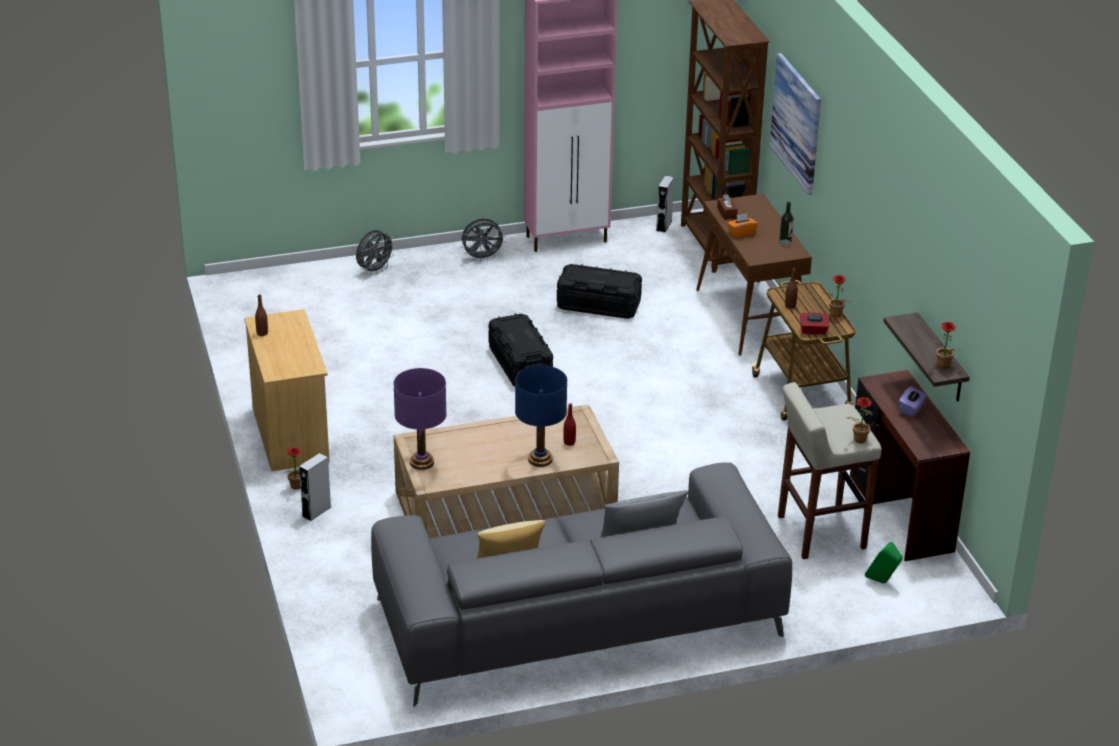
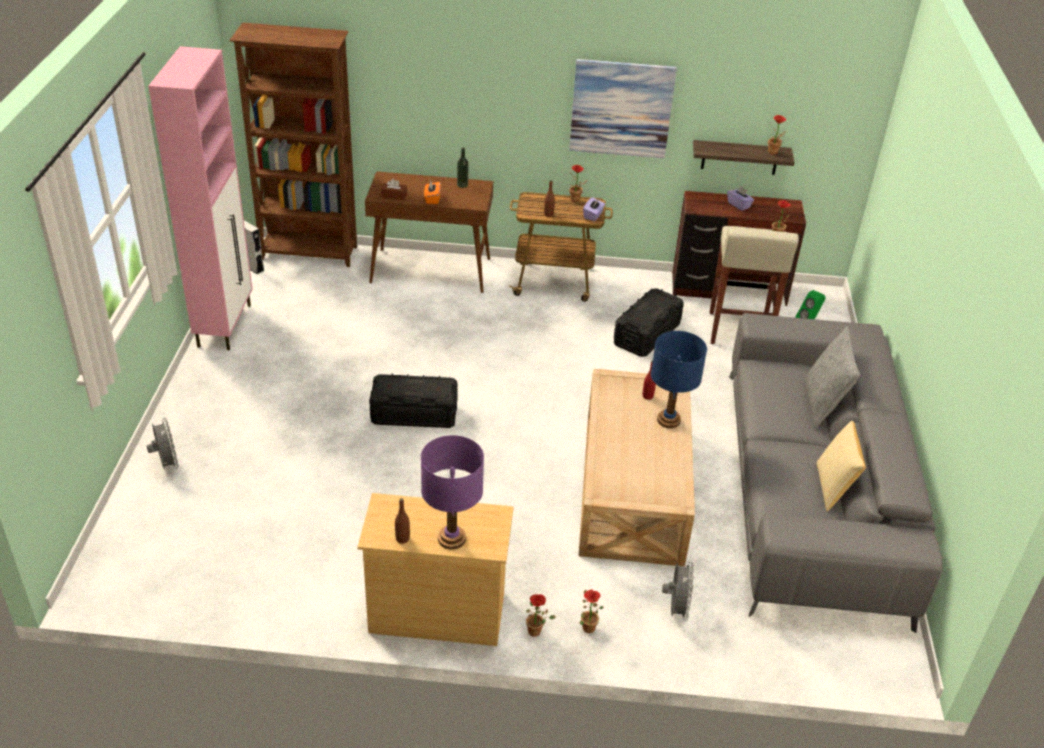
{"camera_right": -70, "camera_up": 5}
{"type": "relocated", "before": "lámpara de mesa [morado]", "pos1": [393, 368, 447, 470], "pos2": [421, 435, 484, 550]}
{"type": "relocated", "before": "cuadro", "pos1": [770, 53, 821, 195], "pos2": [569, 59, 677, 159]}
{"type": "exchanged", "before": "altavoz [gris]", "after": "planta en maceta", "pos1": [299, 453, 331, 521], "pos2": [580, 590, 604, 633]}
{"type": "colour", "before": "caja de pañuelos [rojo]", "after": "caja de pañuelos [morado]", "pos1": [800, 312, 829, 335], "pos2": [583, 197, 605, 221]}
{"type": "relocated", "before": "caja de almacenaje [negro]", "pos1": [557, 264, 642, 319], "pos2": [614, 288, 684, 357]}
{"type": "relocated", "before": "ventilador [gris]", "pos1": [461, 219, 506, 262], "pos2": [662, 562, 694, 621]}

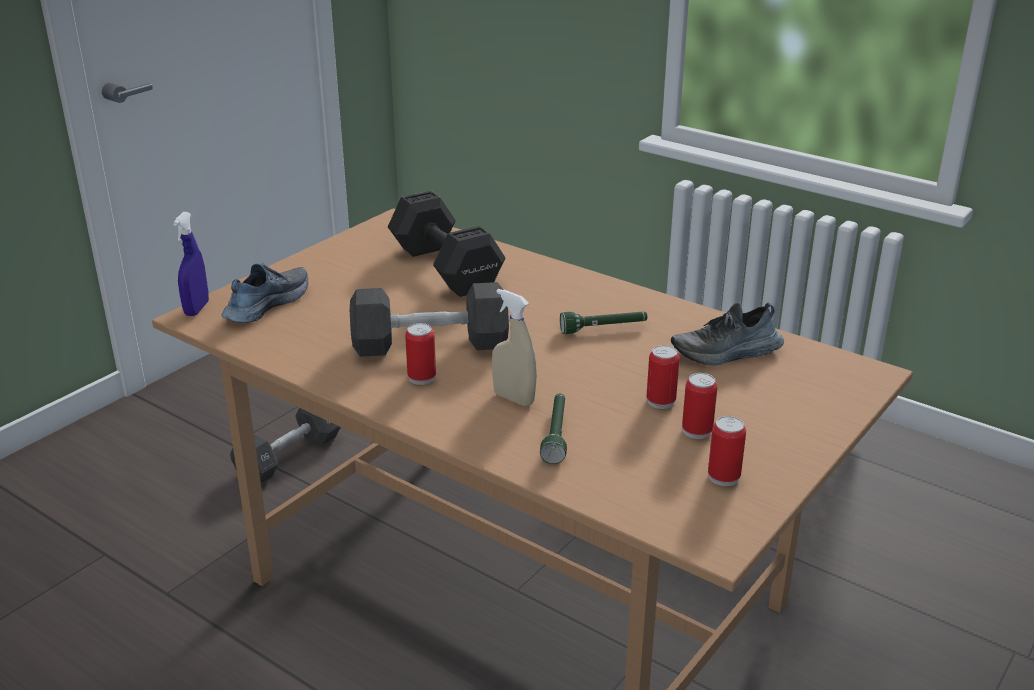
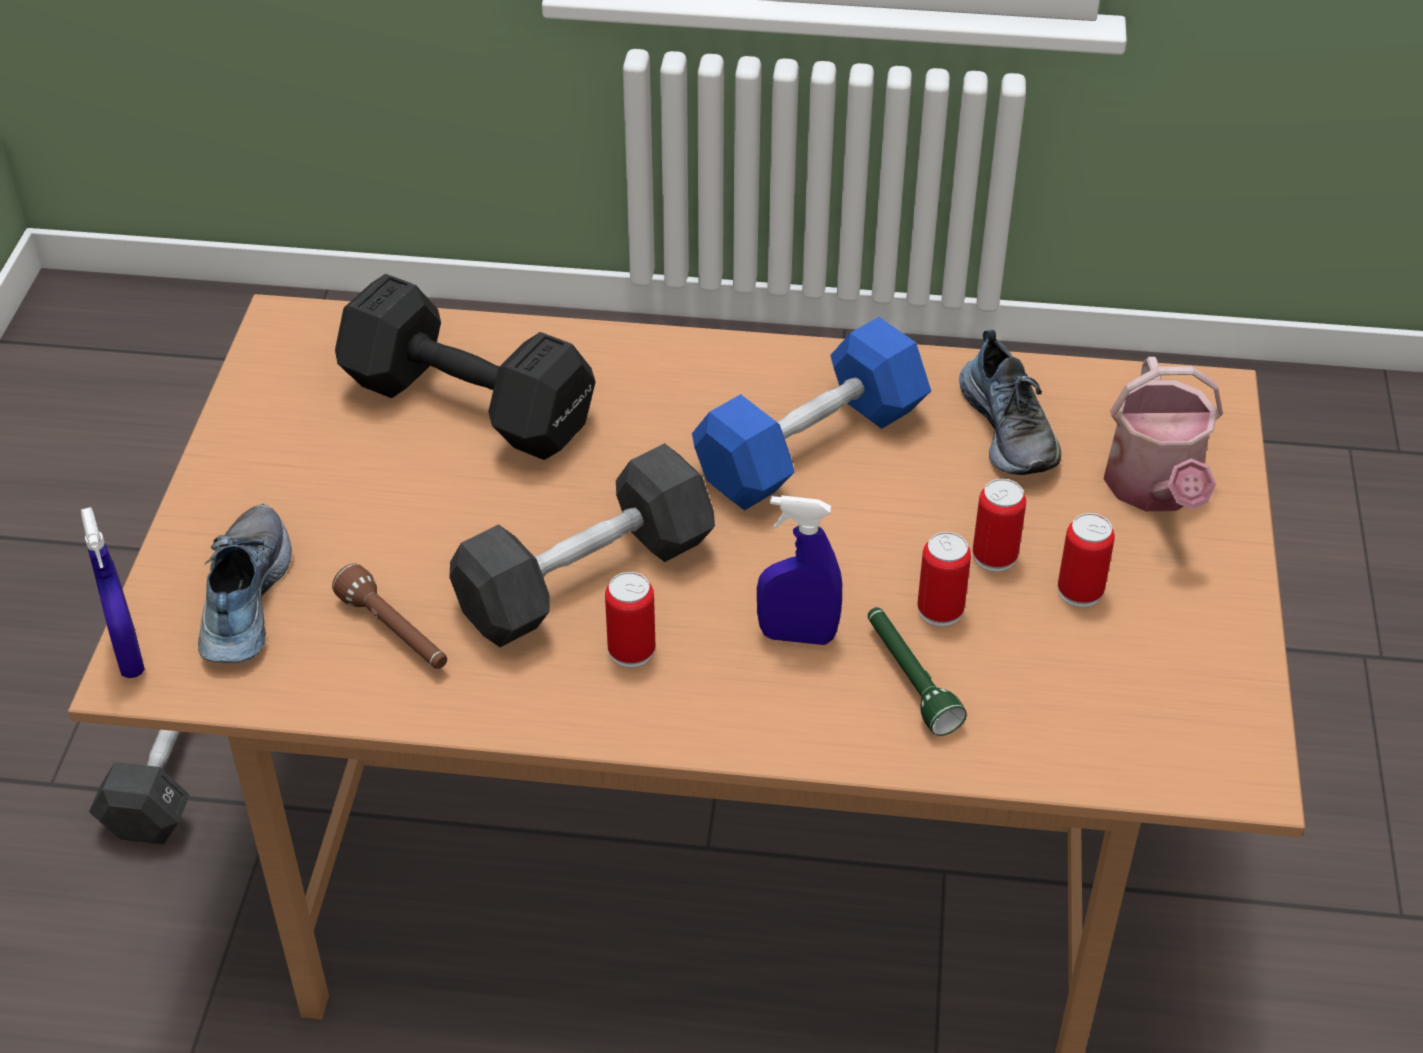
{"camera_right": -30, "camera_up": 15}
{"type": "appeared", "after": "linterna [marrón]", "pos2": [332, 563, 447, 669]}
{"type": "exchanged", "before": "linterna [verde]", "after": "mancuerna [azul]", "pos1": [560, 312, 648, 334], "pos2": [692, 317, 931, 510]}
{"type": "colour", "before": "pulverizador [beis]", "after": "pulverizador [azul]", "pos1": [492, 289, 537, 406], "pos2": [757, 495, 842, 645]}
{"type": "relocated", "before": "lata", "pos1": [708, 416, 746, 486], "pos2": [918, 532, 971, 627]}
{"type": "spun", "before": "zapato", "pos1": [671, 303, 784, 365], "pos2": [959, 330, 1062, 475], "turn": -60}
{"type": "appeared", "after": "regadera", "pos2": [1104, 357, 1223, 511]}

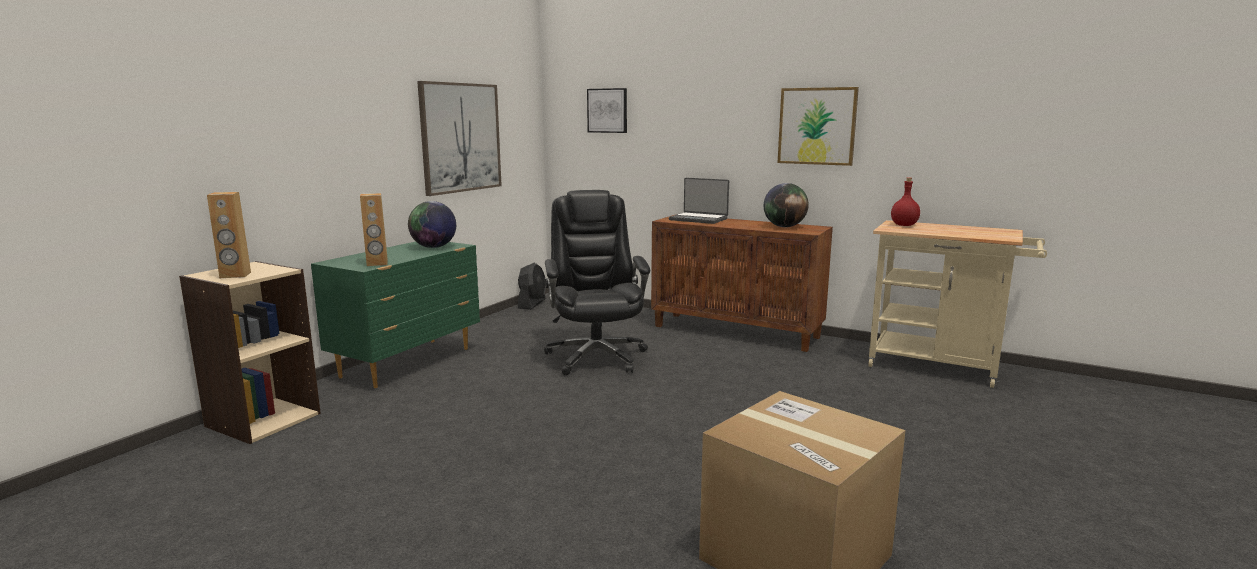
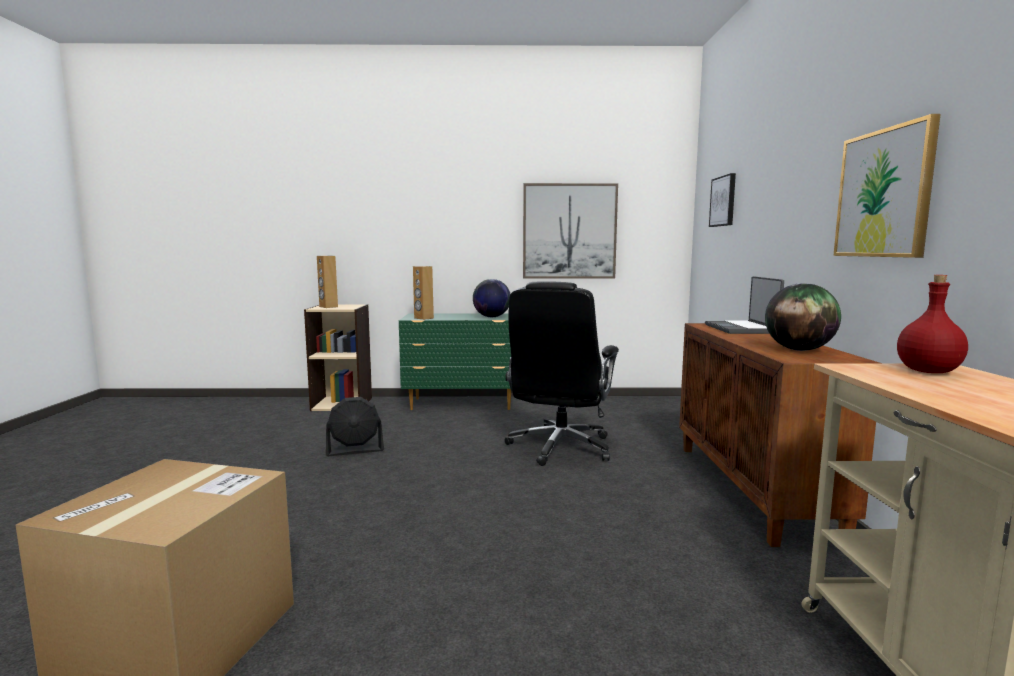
{"camera_right": 60, "camera_up": -5}
{"type": "relocated", "before": "ventilador [negro]", "pos1": [518, 263, 546, 309], "pos2": [326, 397, 384, 456]}
{"type": "spun", "before": "silla de oficina [negro]", "pos1": [544, 190, 650, 375], "pos2": [505, 281, 619, 466], "turn": 150}

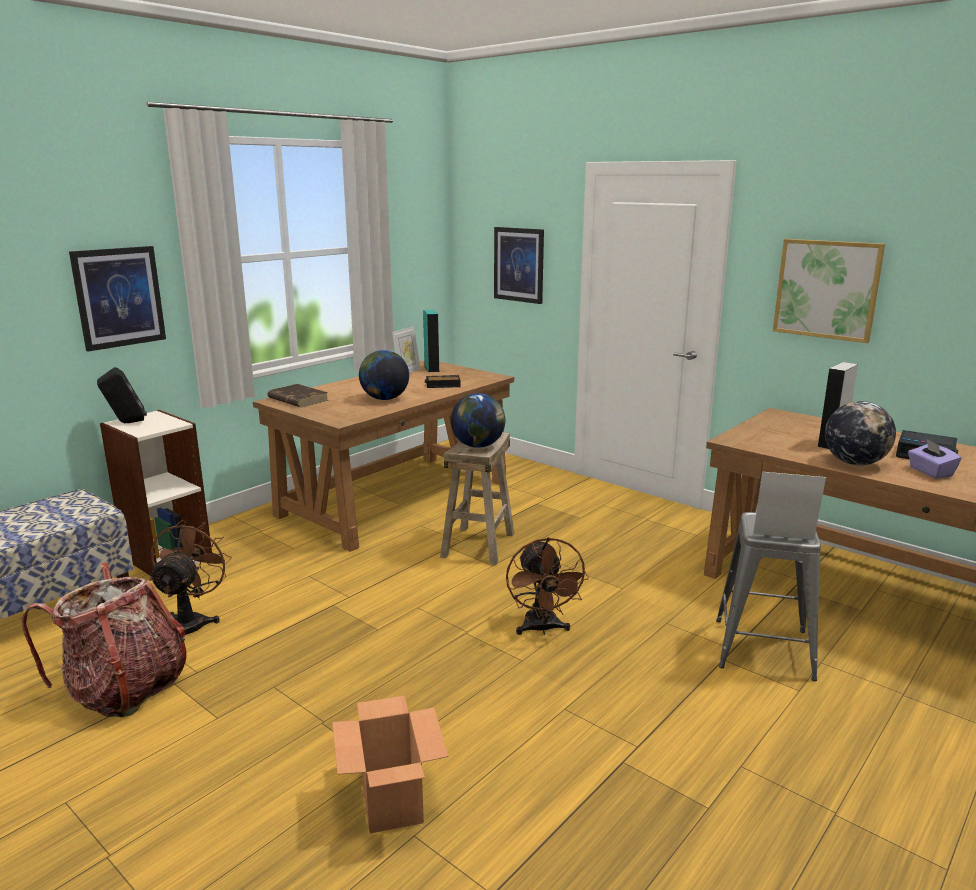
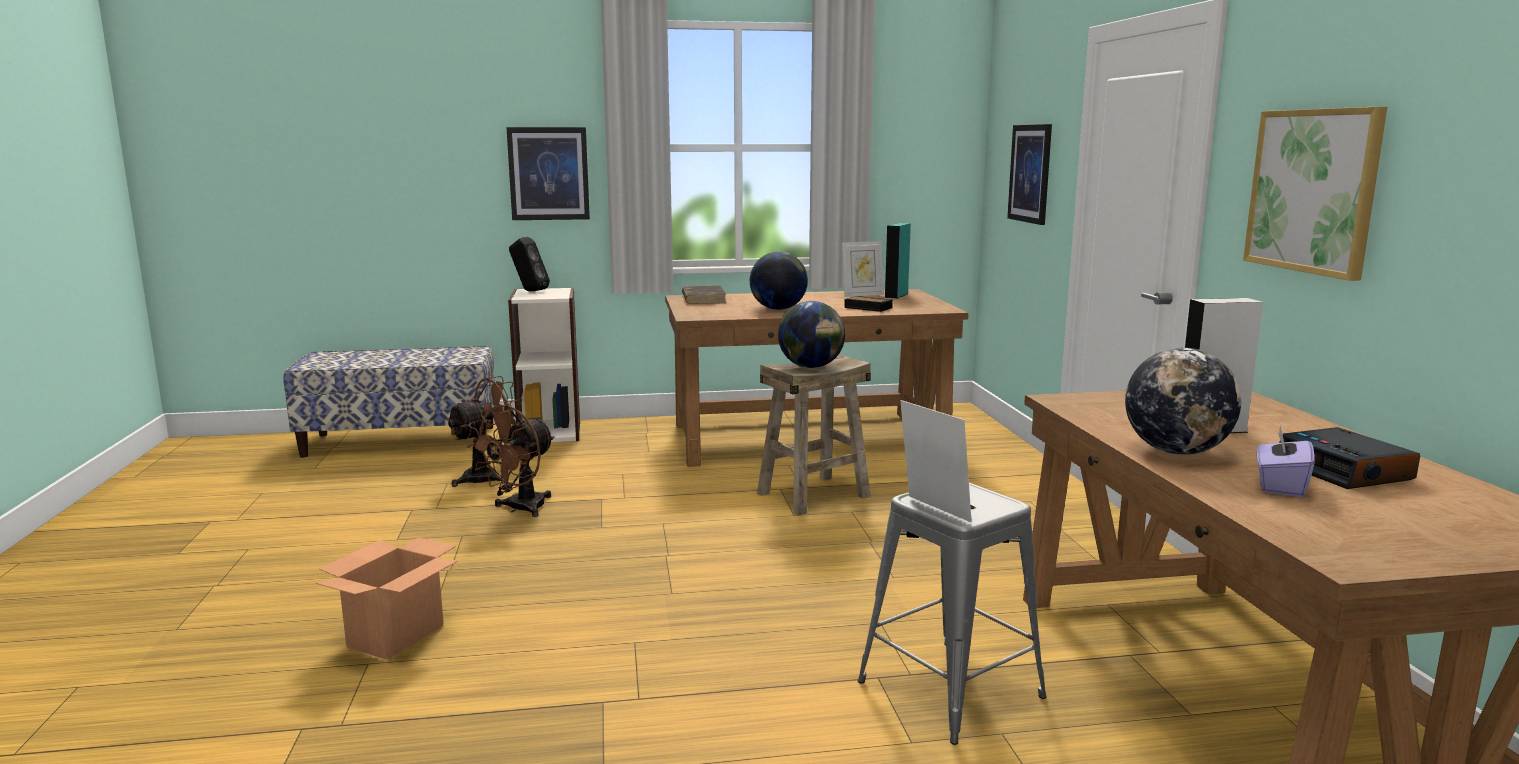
{"camera_right": 40, "camera_up": -5}
{"type": "relocated", "before": "ventilador [marrón]", "pos1": [506, 537, 589, 635], "pos2": [466, 405, 555, 517]}
{"type": "missing", "before": "mochila", "pos1": [22, 563, 187, 717]}

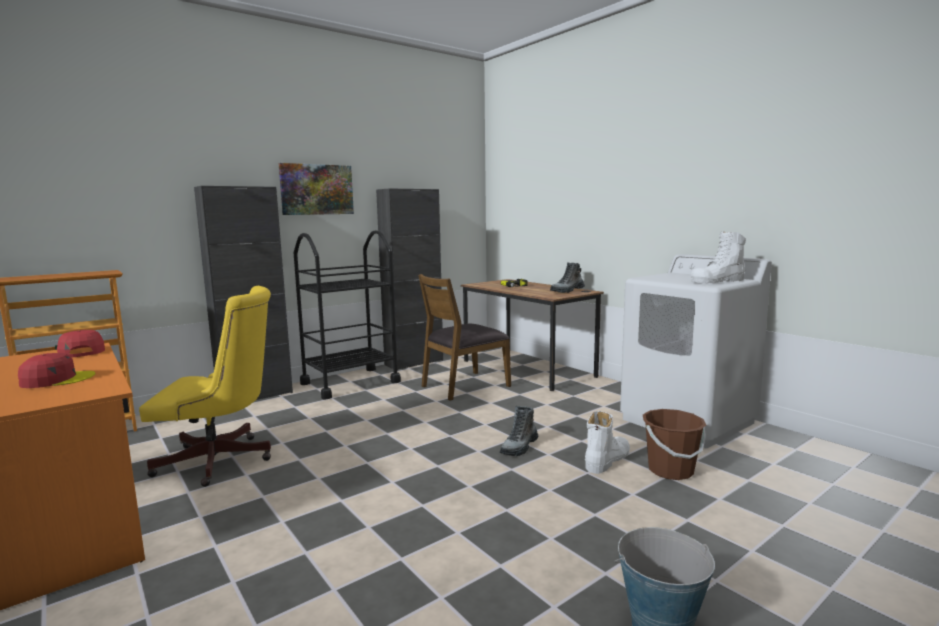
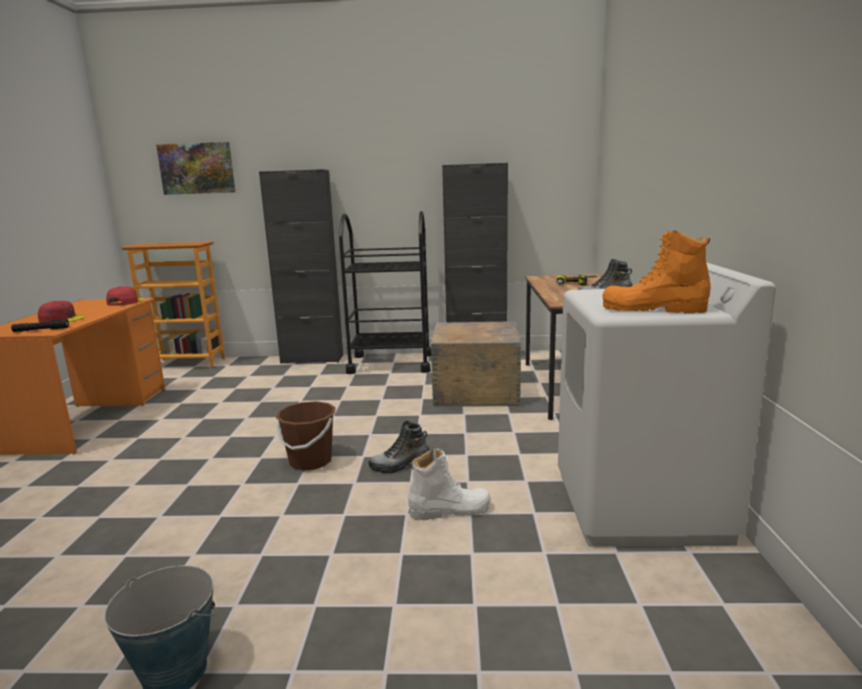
{"camera_right": 40, "camera_up": 5}
{"type": "appeared", "after": "linterna [negro]", "pos2": [11, 319, 69, 332]}
{"type": "relocated", "before": "cuadro", "pos1": [278, 163, 354, 215], "pos2": [156, 142, 235, 195]}
{"type": "relocated", "before": "cubo [marrón]", "pos1": [643, 409, 706, 480], "pos2": [275, 401, 336, 470]}
{"type": "exchanged", "before": "silla [marrón]", "after": "caja de embalaje", "pos1": [418, 274, 511, 401], "pos2": [431, 321, 521, 407]}
{"type": "colour", "before": "bota [blanco]", "after": "bota [naranja]", "pos1": [691, 232, 746, 283], "pos2": [602, 231, 711, 313]}
{"type": "missing", "before": "silla de oficina [amarillo]", "pos1": [139, 286, 271, 487]}

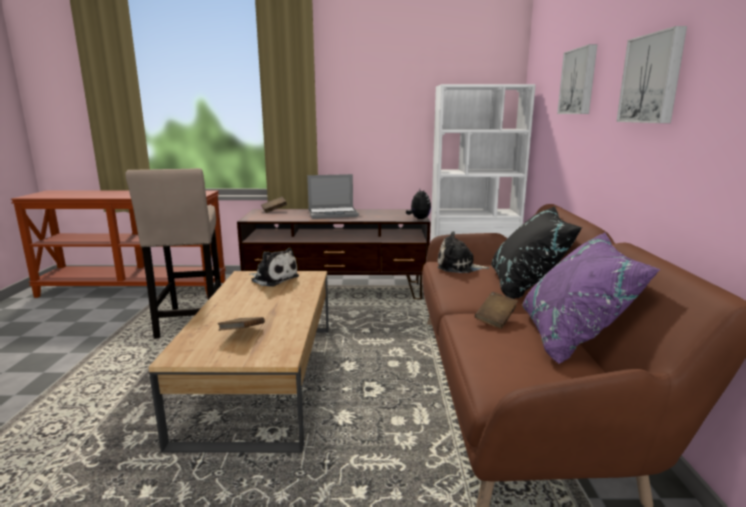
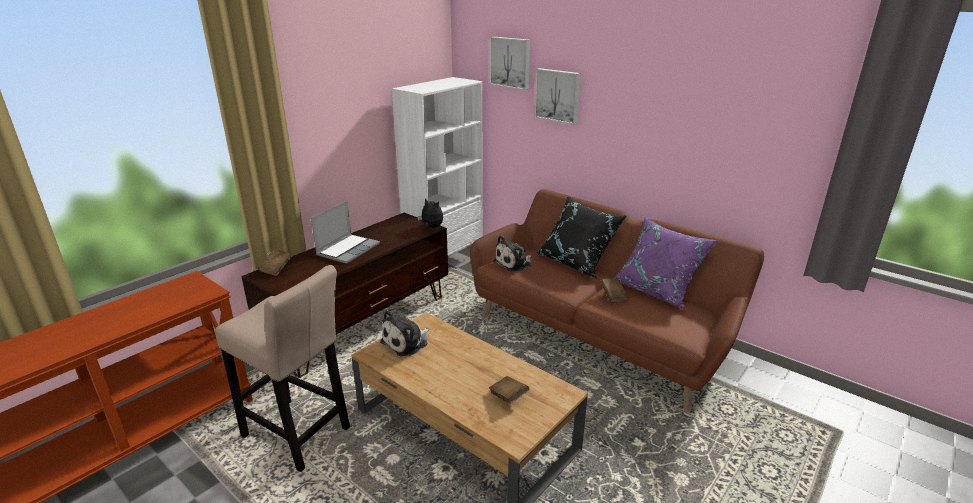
{"camera_right": -50, "camera_up": 10}
{"type": "spun", "before": "peluche", "pos1": [249, 248, 299, 286], "pos2": [380, 310, 429, 356], "turn": 150}
{"type": "relocated", "before": "cuadro", "pos1": [616, 26, 687, 123], "pos2": [489, 36, 530, 90]}

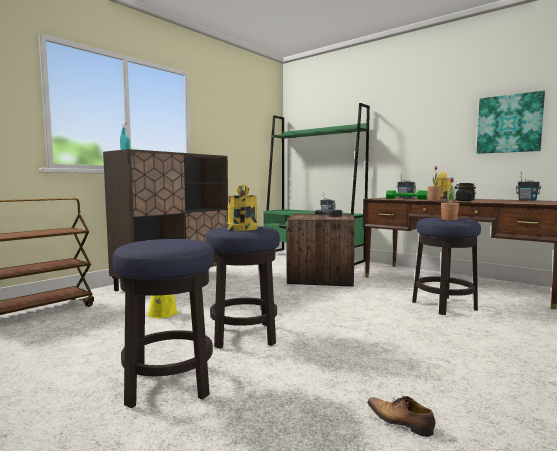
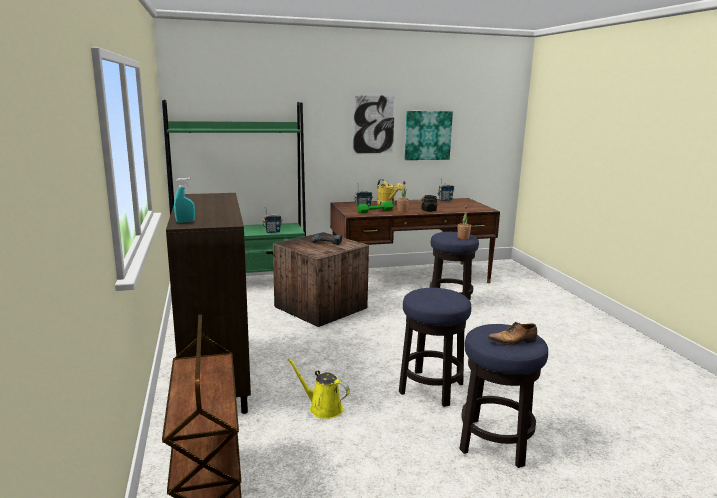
{"camera_right": -55, "camera_up": 10}
{"type": "appeared", "after": "cuadro", "pos2": [352, 93, 396, 155]}
{"type": "relocated", "before": "zapato", "pos1": [367, 396, 435, 437], "pos2": [487, 321, 537, 345]}
{"type": "missing", "before": "regadera [amarillo]", "pos1": [227, 185, 258, 231]}

